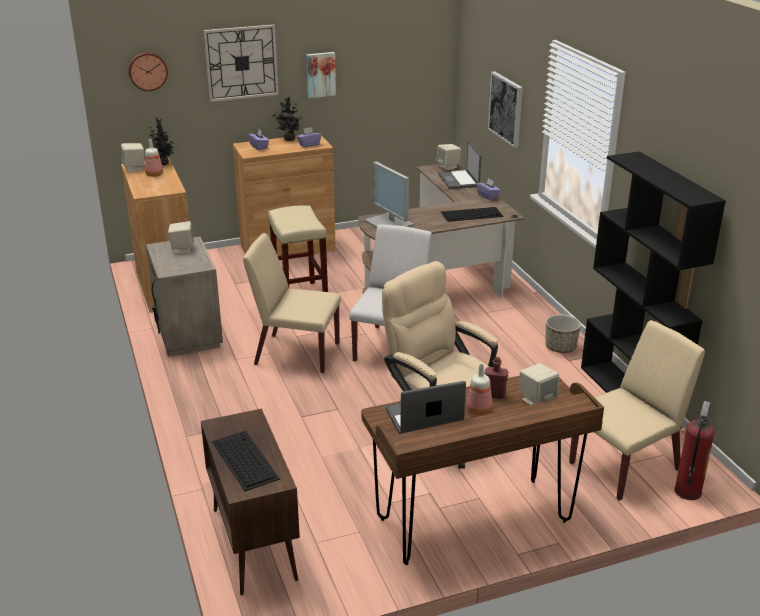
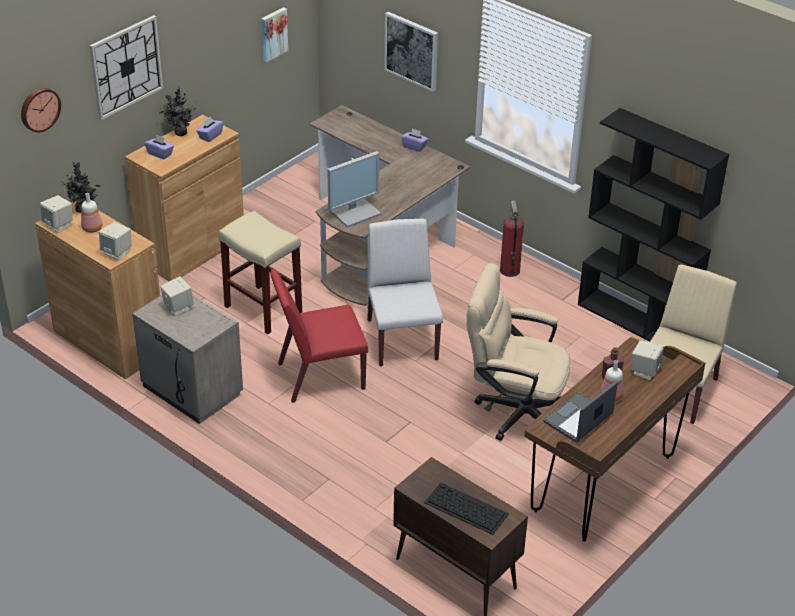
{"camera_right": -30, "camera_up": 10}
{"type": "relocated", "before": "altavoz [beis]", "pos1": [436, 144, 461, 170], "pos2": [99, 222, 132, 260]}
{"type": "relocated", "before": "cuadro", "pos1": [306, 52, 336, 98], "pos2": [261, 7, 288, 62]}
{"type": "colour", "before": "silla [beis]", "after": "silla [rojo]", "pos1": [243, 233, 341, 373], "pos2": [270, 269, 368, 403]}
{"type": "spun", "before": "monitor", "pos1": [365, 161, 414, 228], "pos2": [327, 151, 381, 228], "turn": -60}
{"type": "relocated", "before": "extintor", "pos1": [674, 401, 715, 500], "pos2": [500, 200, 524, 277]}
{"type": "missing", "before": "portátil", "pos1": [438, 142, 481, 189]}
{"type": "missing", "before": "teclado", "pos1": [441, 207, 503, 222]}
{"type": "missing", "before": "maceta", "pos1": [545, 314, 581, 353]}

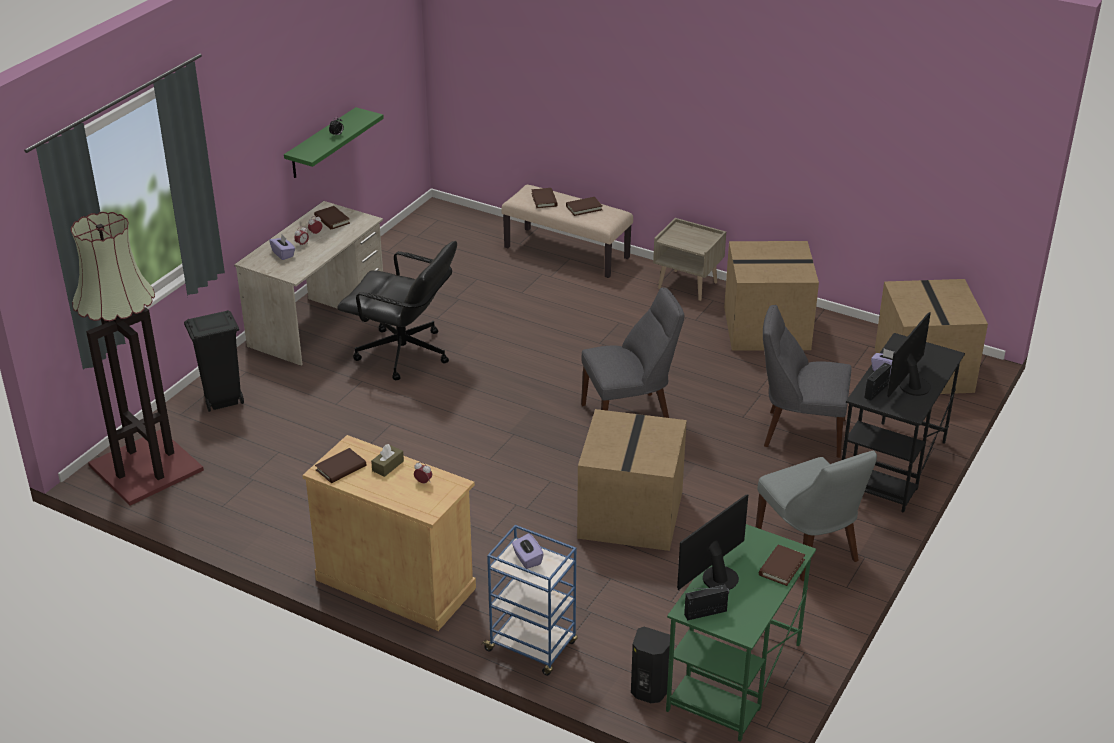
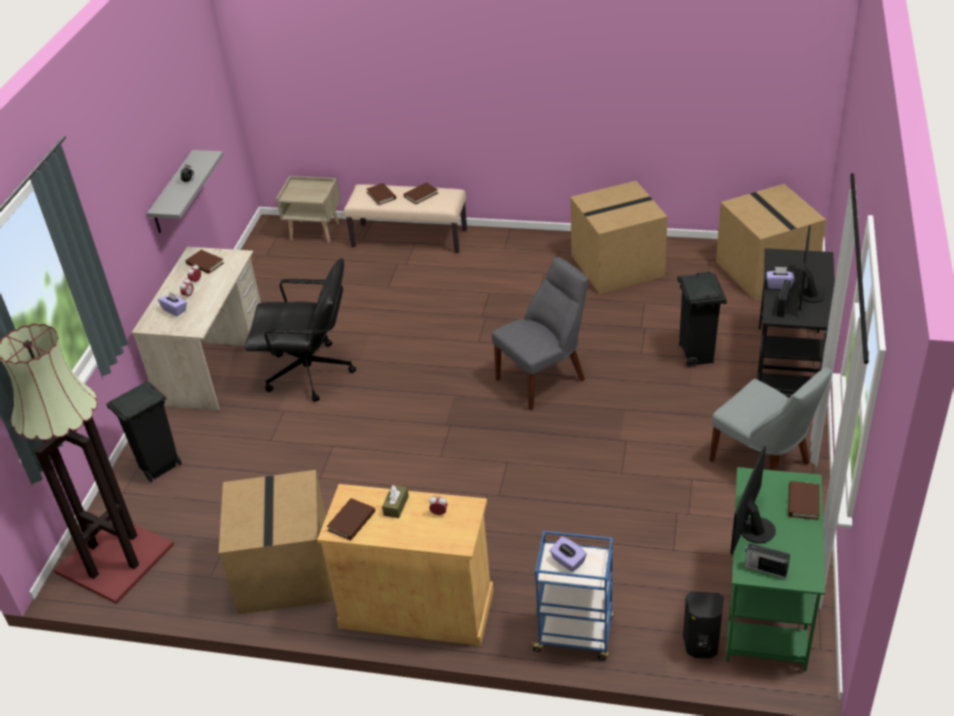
{"camera_right": -15, "camera_up": 5}
{"type": "colour", "before": "estante [verde]", "after": "estante [gris]", "pos1": [284, 107, 384, 178], "pos2": [147, 150, 224, 233]}
{"type": "relocated", "before": "caja de cartón", "pos1": [577, 409, 687, 551], "pos2": [219, 470, 332, 615]}
{"type": "relocated", "before": "mesita de noche [beis]", "pos1": [653, 218, 726, 301], "pos2": [276, 176, 340, 243]}
{"type": "exchanged", "before": "silla [gris]", "after": "papelera [negro]", "pos1": [763, 305, 852, 458], "pos2": [677, 272, 727, 367]}
{"type": "spun", "before": "radio", "pos1": [684, 585, 729, 620], "pos2": [745, 543, 790, 579], "turn": -120}

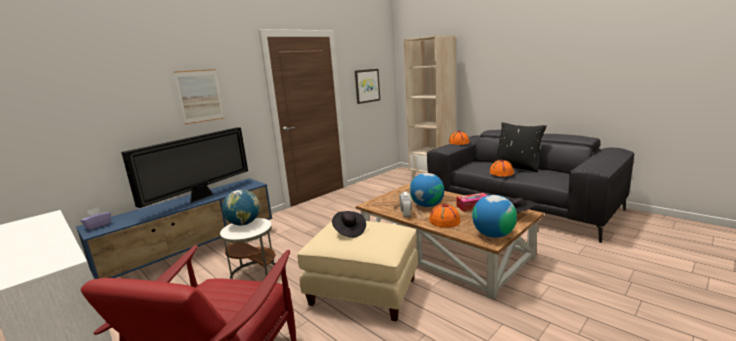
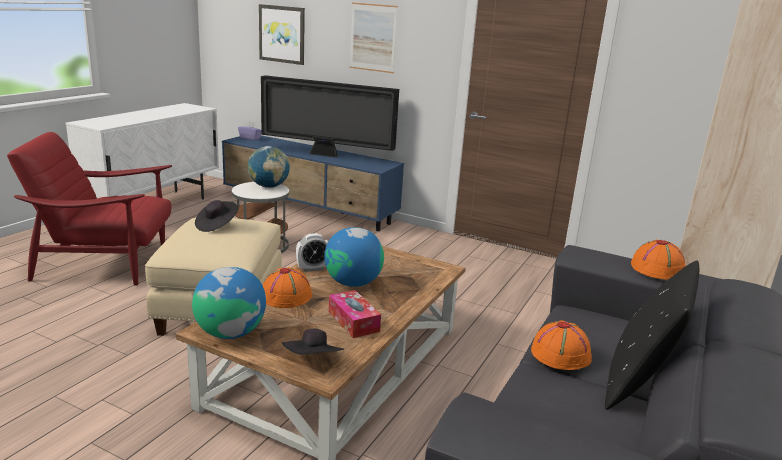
{"camera_right": 70, "camera_up": 5}
{"type": "relocated", "before": "cuadro", "pos1": [355, 69, 380, 104], "pos2": [259, 4, 305, 65]}

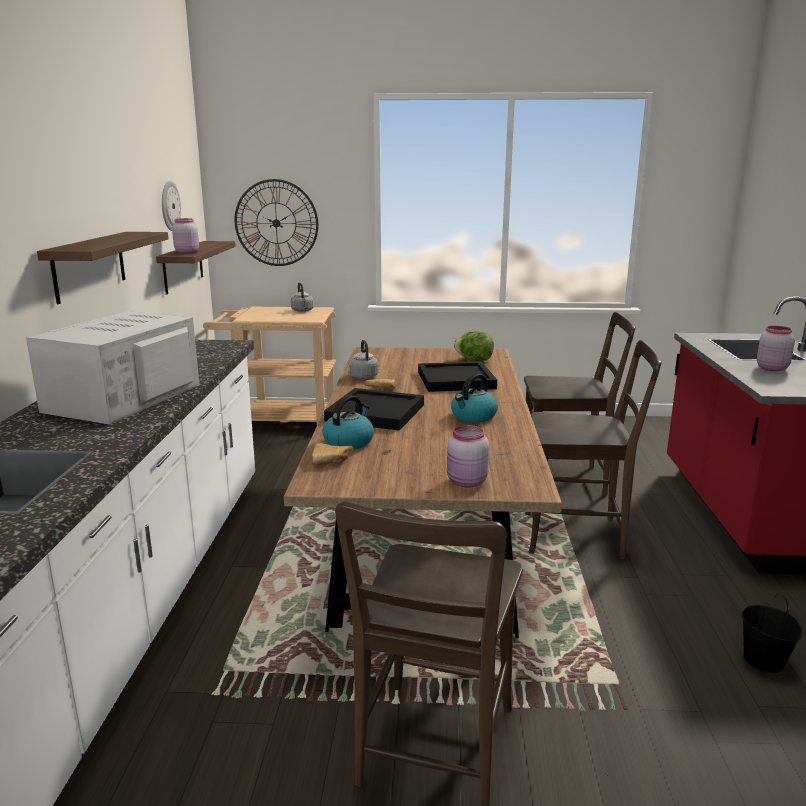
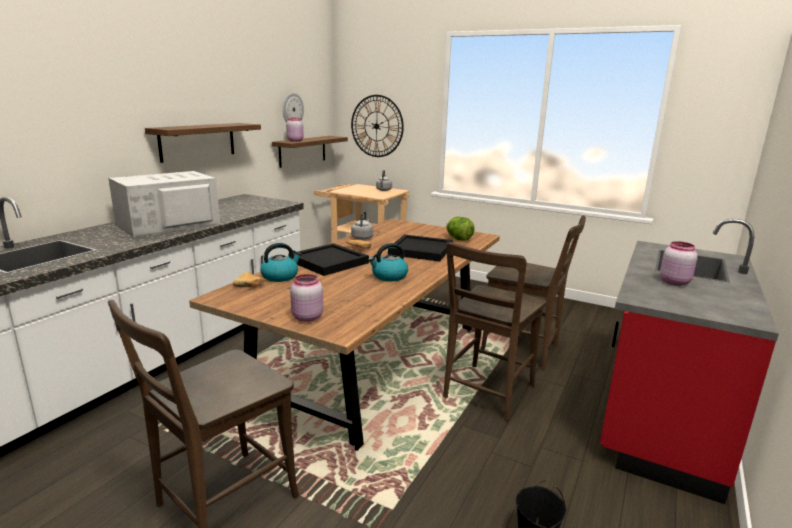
{"camera_right": 25, "camera_up": 0}
{"type": "spun", "before": "silla [marrón]", "pos1": [525, 340, 662, 560], "pos2": [443, 242, 547, 421], "turn": 90}

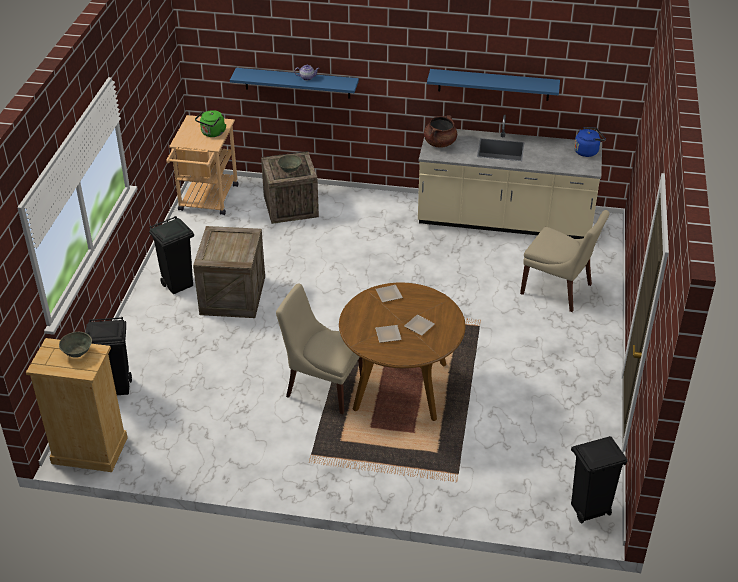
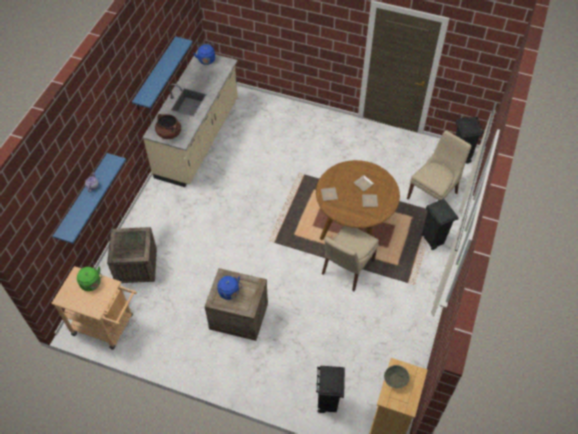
{"camera_right": -80, "camera_up": 15}
{"type": "appeared", "after": "hervidor [azul]", "pos2": [217, 276, 242, 300]}
{"type": "relocated", "before": "silla [beis]", "pos1": [520, 210, 609, 312], "pos2": [407, 130, 471, 201]}
{"type": "relocated", "before": "papelera [negro]", "pos1": [149, 216, 194, 294], "pos2": [421, 199, 459, 250]}

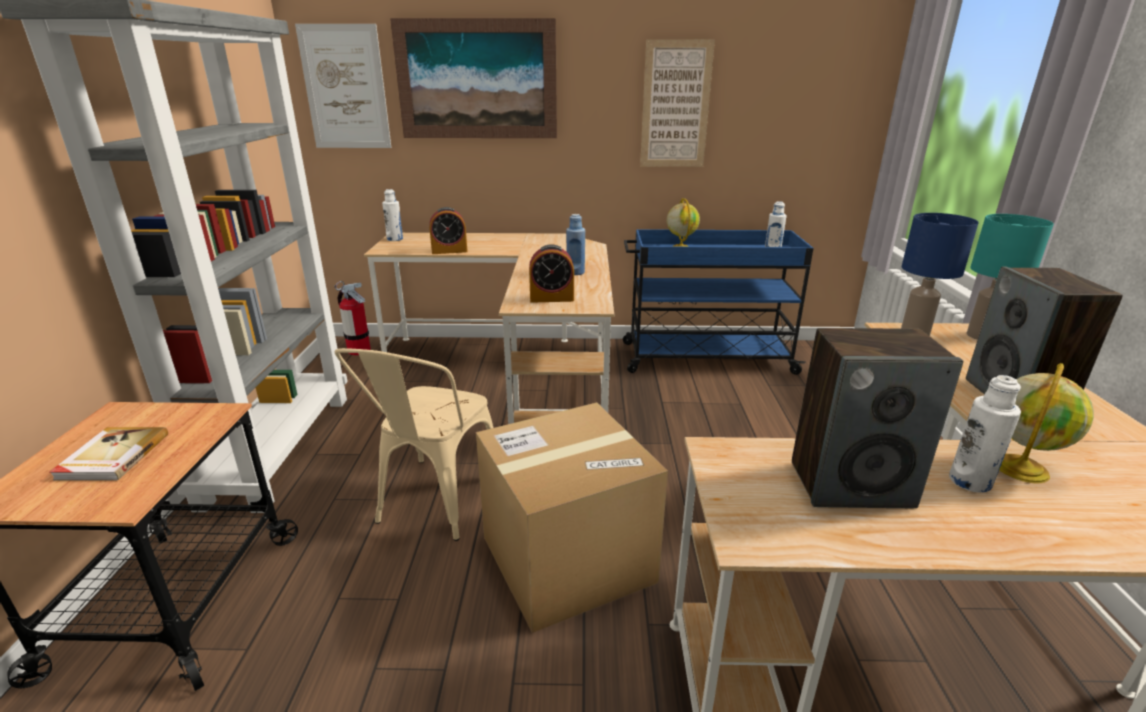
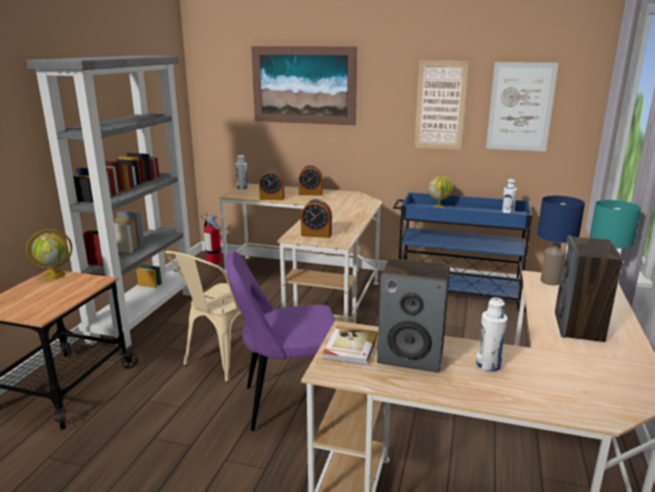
{"camera_right": 15, "camera_up": -5}
{"type": "relocated", "before": "globo terráqueo", "pos1": [999, 363, 1094, 483], "pos2": [26, 229, 72, 280]}
{"type": "exchanged", "before": "caja de cartón", "after": "silla [morado]", "pos1": [476, 402, 668, 633], "pos2": [225, 251, 336, 431]}
{"type": "appeared", "after": "despertador", "pos2": [299, 165, 322, 195]}
{"type": "relocated", "before": "libro", "pos1": [49, 427, 168, 481], "pos2": [323, 326, 378, 365]}
{"type": "relocated", "before": "cuadro", "pos1": [295, 24, 391, 148], "pos2": [486, 62, 558, 151]}
{"type": "missing", "before": "botella [azul]", "pos1": [566, 214, 585, 275]}

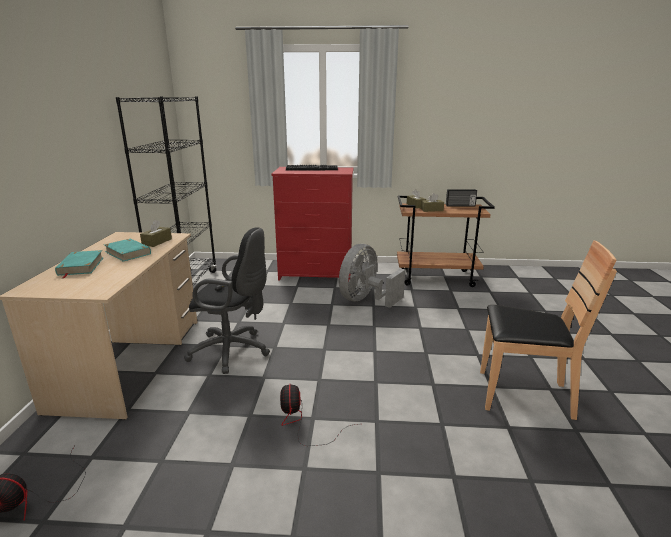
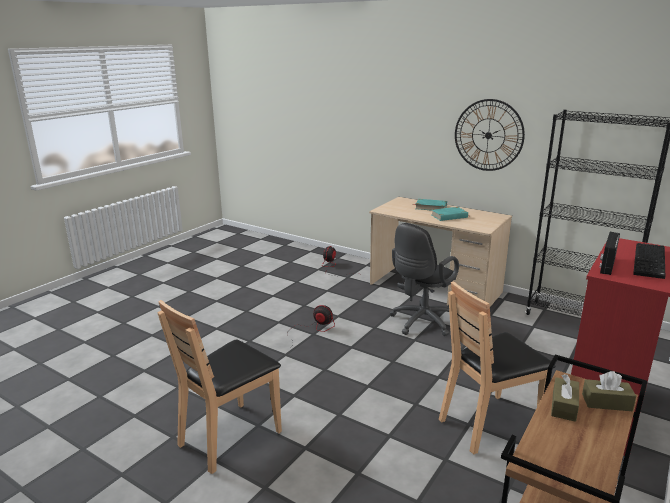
{"camera_right": 120, "camera_up": 0}
{"type": "exchanged", "before": "ventilador [gris]", "after": "silla [marrón]", "pos1": [339, 244, 405, 308], "pos2": [439, 281, 556, 455]}
{"type": "appeared", "after": "reloj de pared", "pos2": [455, 99, 525, 171]}
{"type": "relocated", "before": "radio", "pos1": [446, 189, 477, 206], "pos2": [600, 232, 620, 275]}
{"type": "missing", "before": "caja de pañuelos [marrón]", "pos1": [140, 220, 172, 247]}

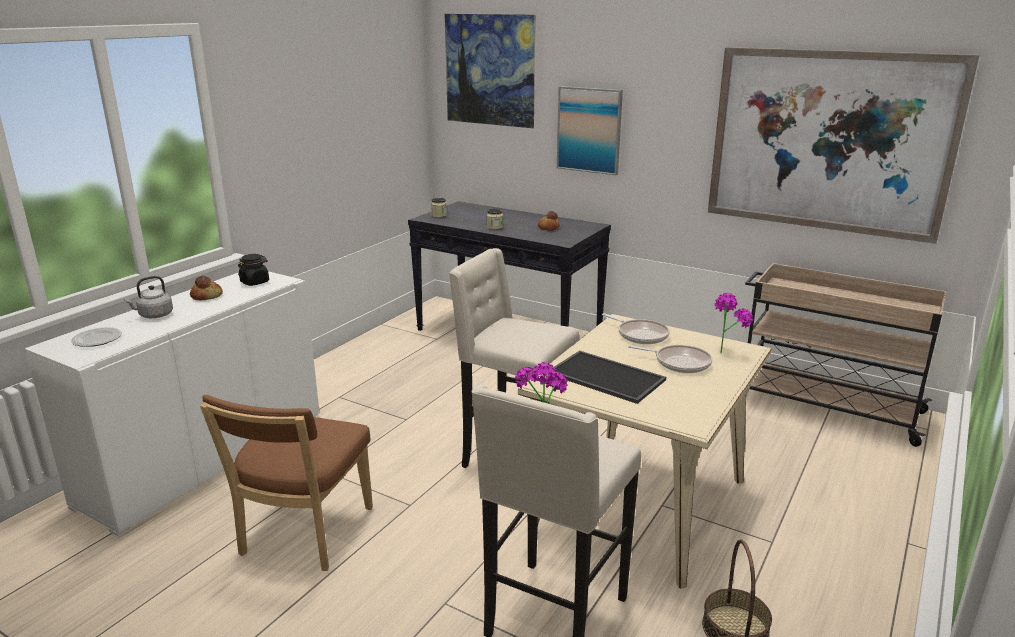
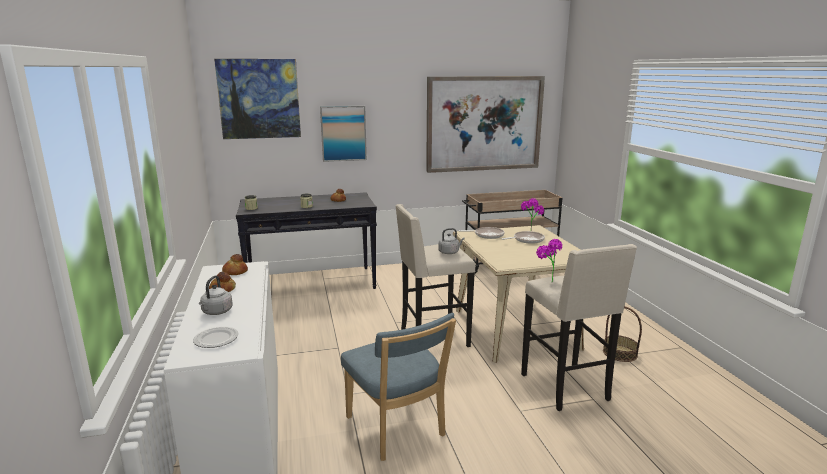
{"camera_right": -45, "camera_up": -5}
{"type": "exchanged", "before": "tarro [negro]", "after": "pan", "pos1": [238, 254, 269, 286], "pos2": [222, 254, 248, 275]}
{"type": "colour", "before": "silla [marrón]", "after": "silla [azul]", "pos1": [200, 395, 373, 571], "pos2": [341, 313, 456, 461]}
{"type": "appeared", "after": "hervidor [gris]", "pos2": [438, 228, 465, 254]}
{"type": "missing", "before": "bandeja", "pos1": [554, 350, 666, 404]}

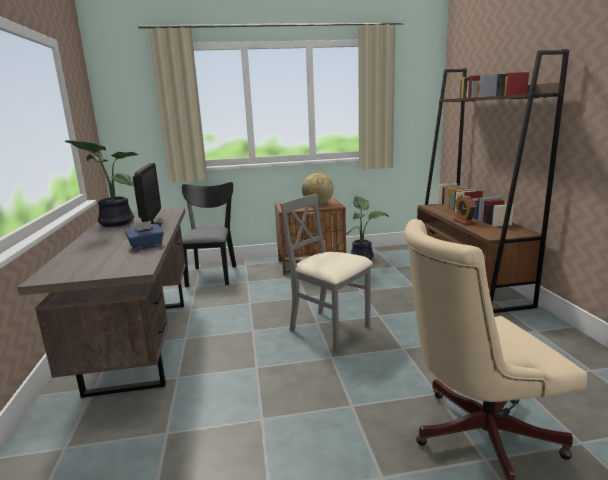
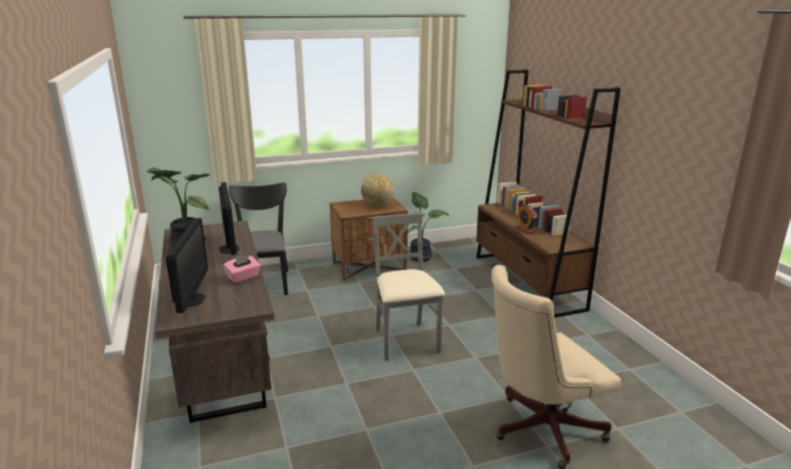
{"camera_right": -10, "camera_up": 5}
{"type": "appeared", "after": "monitor", "pos2": [166, 218, 208, 313]}
{"type": "colour", "before": "caja de pañuelos [azul]", "after": "caja de pañuelos [rosa]", "pos1": [125, 221, 164, 250], "pos2": [223, 255, 261, 283]}
{"type": "spun", "before": "silla [gris]", "pos1": [280, 194, 373, 352], "pos2": [372, 213, 445, 361], "turn": 45}

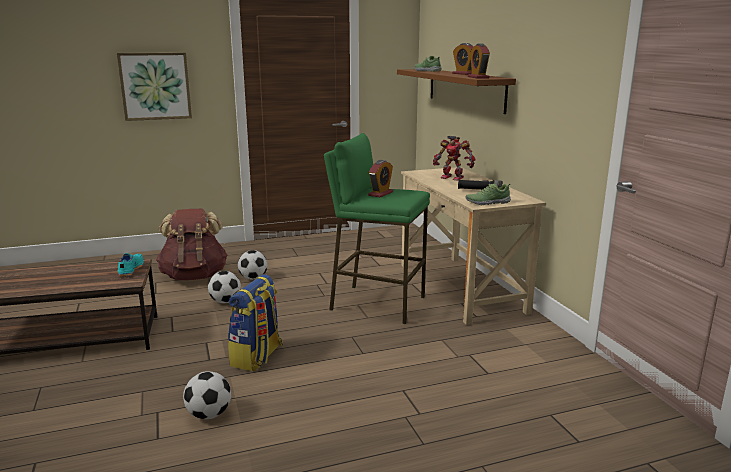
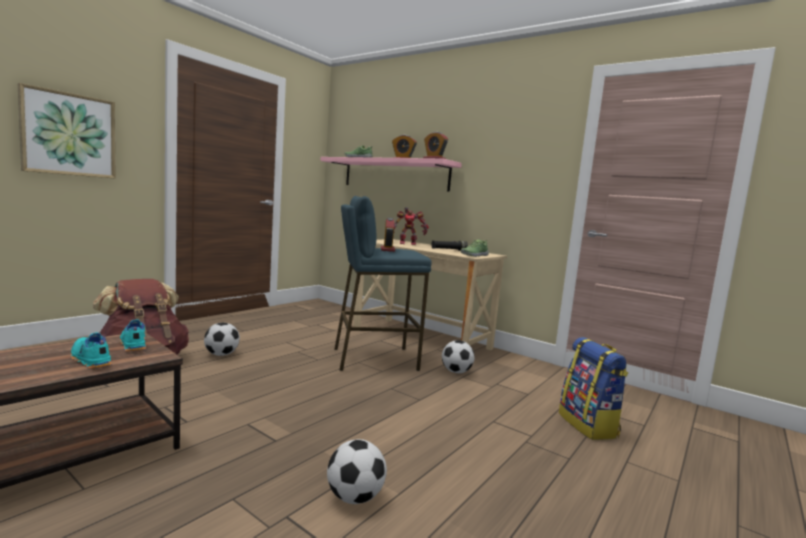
{"camera_right": -35, "camera_up": -10}
{"type": "appeared", "after": "zapato [turquesa]", "pos2": [71, 332, 112, 369]}
{"type": "colour", "before": "estante [marrón]", "after": "estante [rosa]", "pos1": [397, 69, 516, 114], "pos2": [320, 157, 462, 192]}
{"type": "colour", "before": "taburete [verde]", "after": "taburete [azul]", "pos1": [324, 133, 430, 324], "pos2": [334, 196, 432, 371]}
{"type": "relocated", "before": "balón de fútbol", "pos1": [208, 271, 241, 303], "pos2": [442, 340, 475, 373]}
{"type": "relocated", "before": "mochila", "pos1": [228, 274, 283, 371], "pos2": [559, 337, 628, 440]}

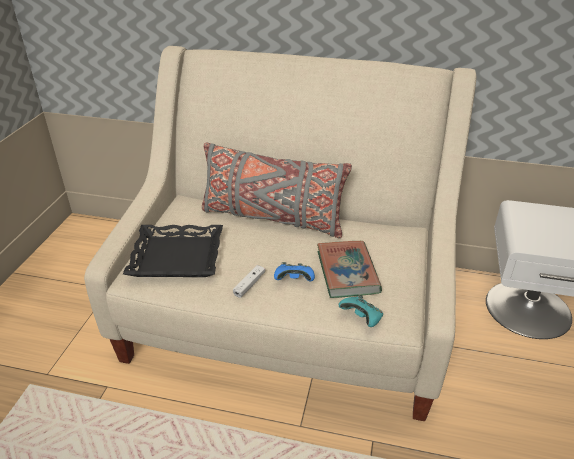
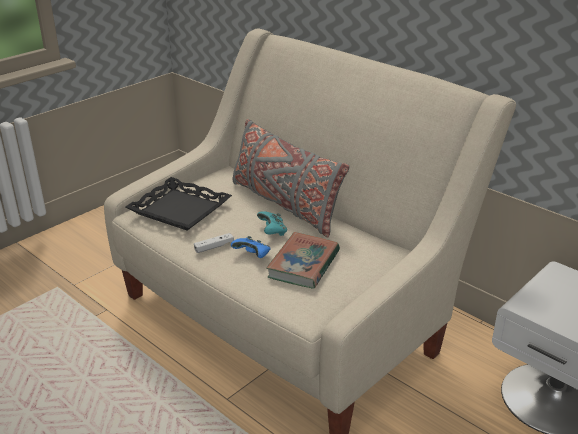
{"camera_right": 30, "camera_up": -5}
{"type": "relocated", "before": "mando de consola [turquesa]", "pos1": [339, 295, 383, 327], "pos2": [257, 211, 287, 236]}

